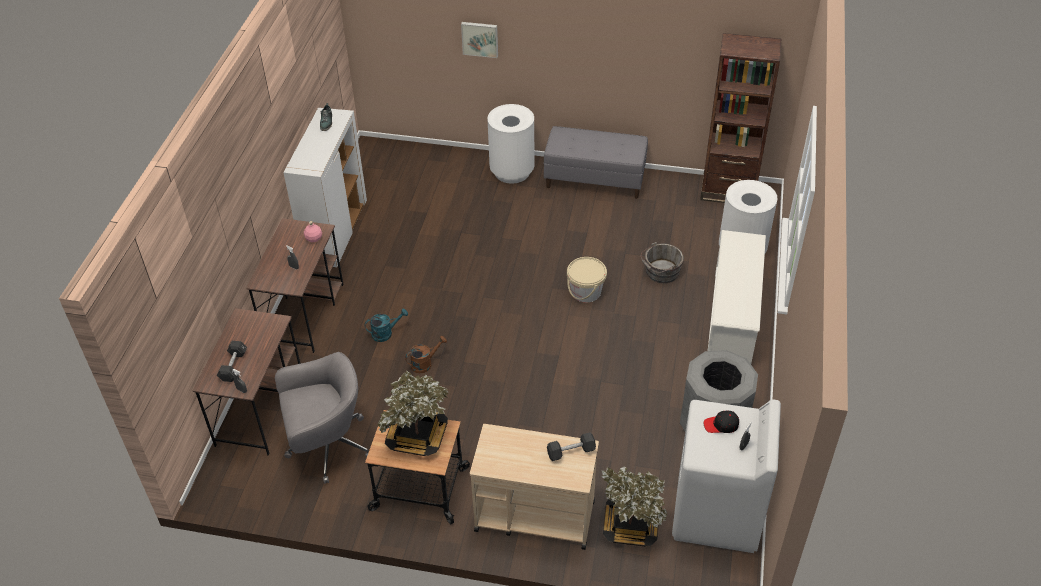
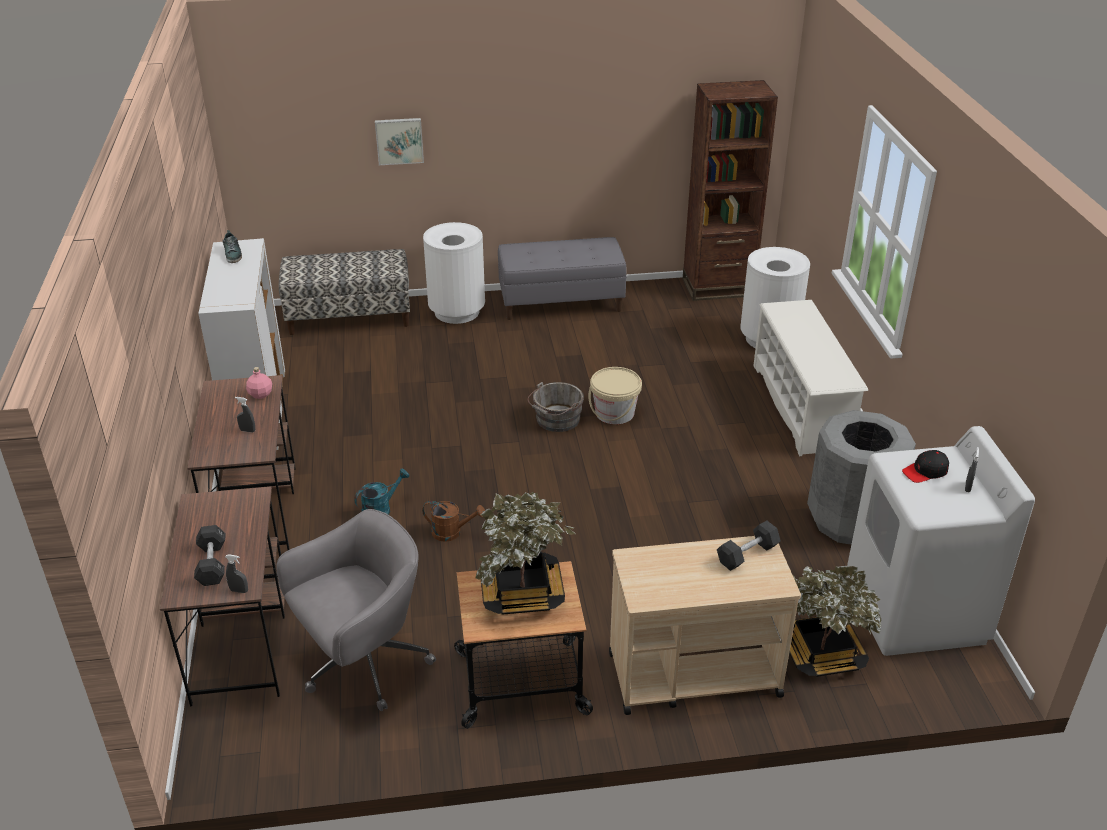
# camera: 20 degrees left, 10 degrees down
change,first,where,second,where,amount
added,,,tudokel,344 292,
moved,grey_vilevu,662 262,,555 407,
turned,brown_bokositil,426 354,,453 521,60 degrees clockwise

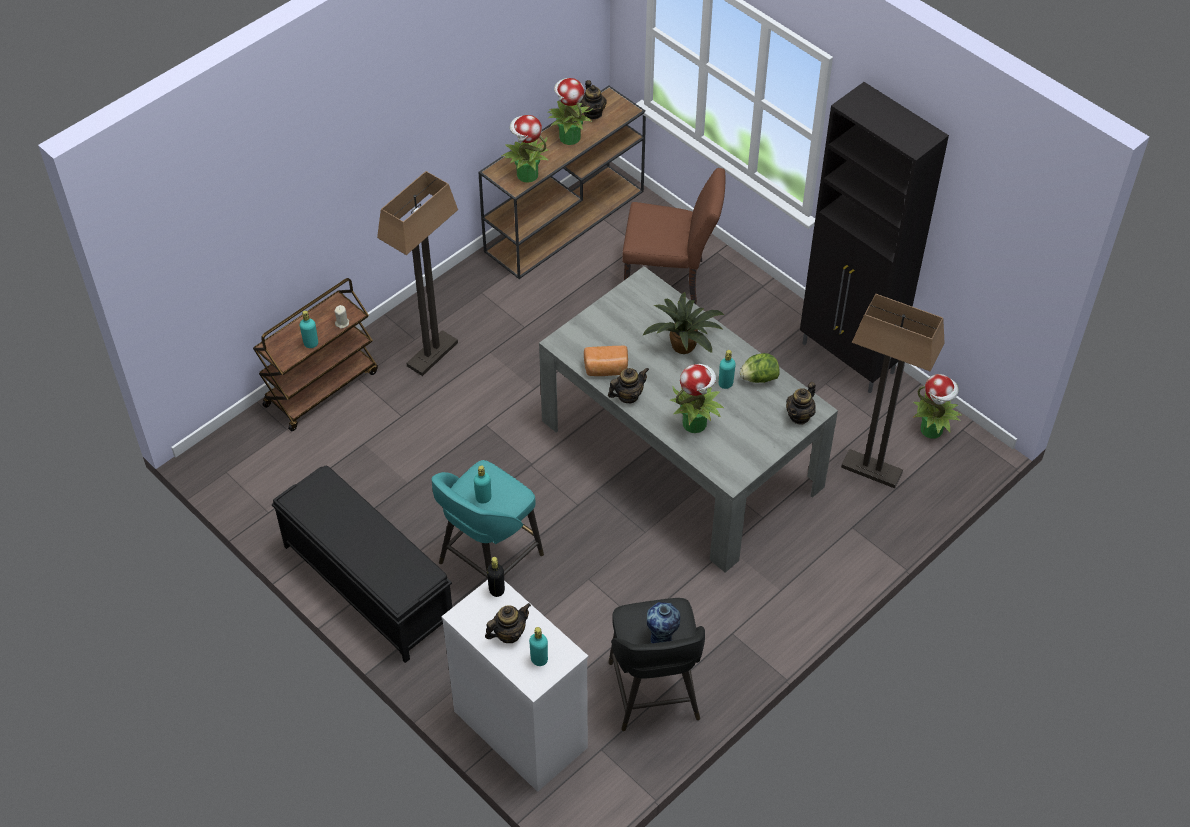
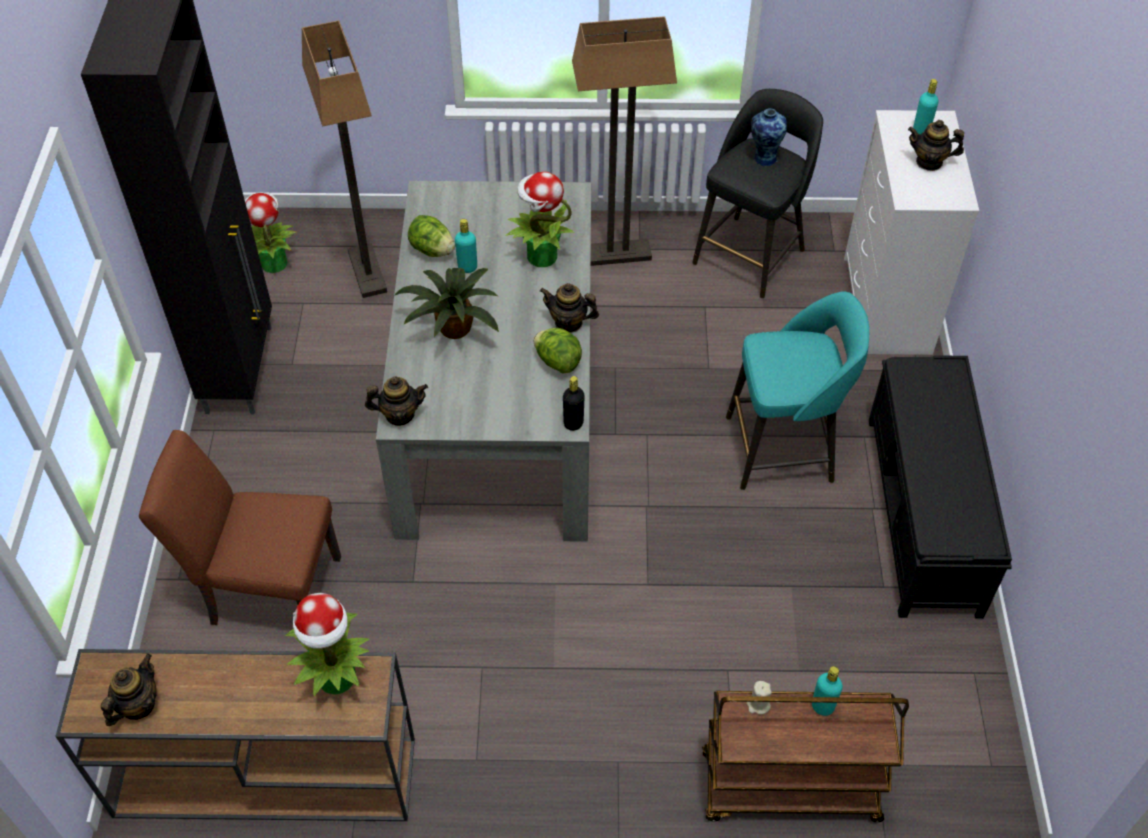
# camera: 135 degrees left, 0 degrees up
change,first,where,second,where,amount
removed,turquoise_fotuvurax,482 485,,,
removed,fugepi,570 111,,,
moved,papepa,417 273,,624 141,
moved,black_fotuvurax,496 577,,574 403,
moved,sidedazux,801 403,,396 401,
replaced,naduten,606 360,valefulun,557 350,
turned,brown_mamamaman,673 236,,240 527,45 degrees counterclockwise

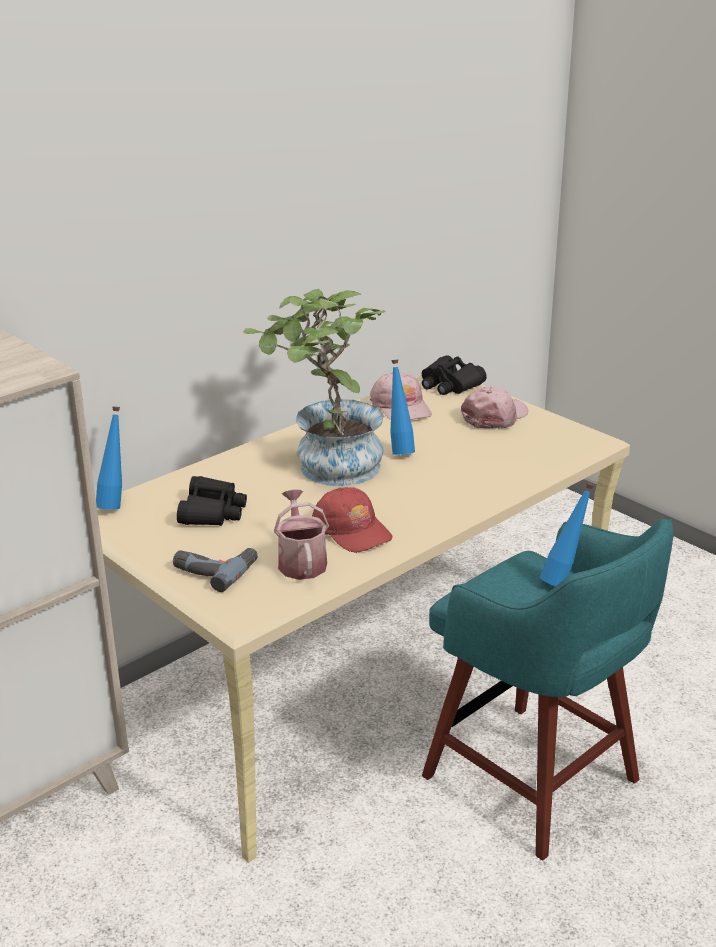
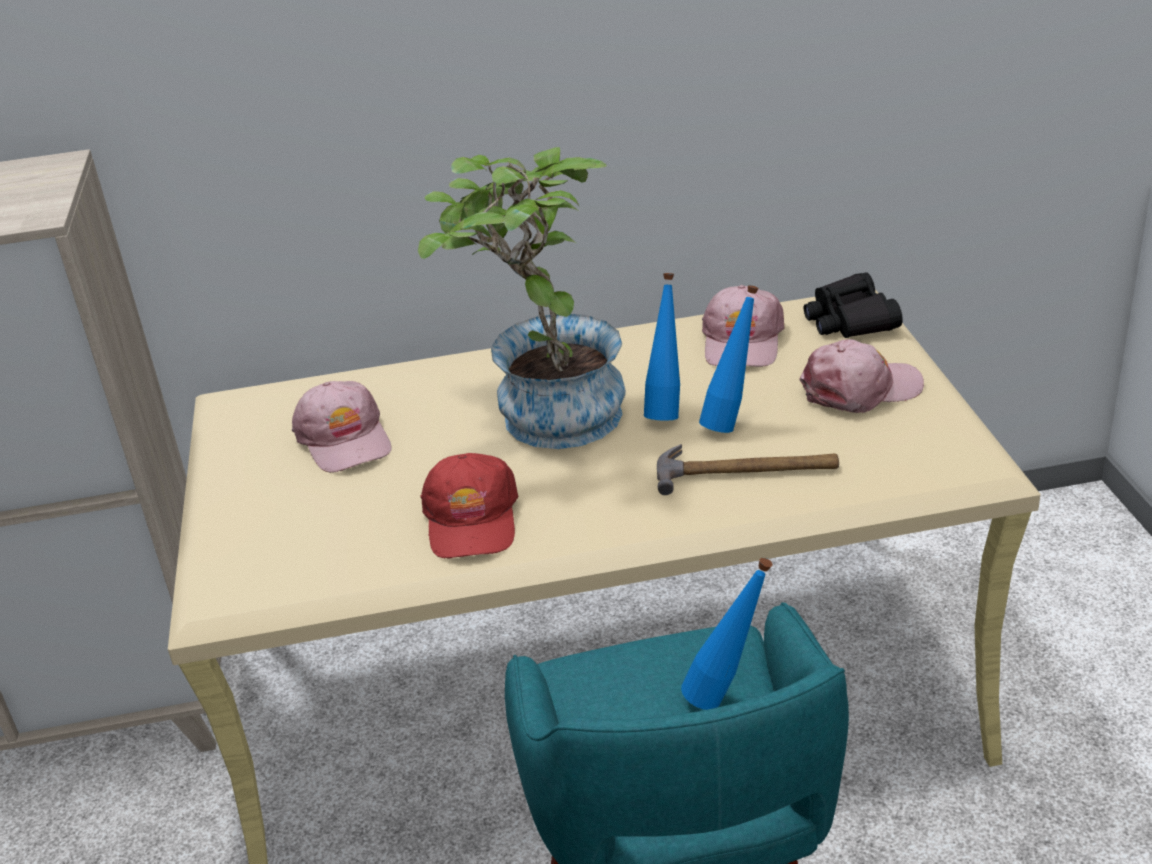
# camera: 35 degrees right, 5 degrees up
change,first,where,second,where,amount
removed,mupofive,215 570,,,
removed,bokositil,301 534,,,
added,,,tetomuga,748 469,
moved,blue_fotuvurax,109 458,,729 359,
replaced,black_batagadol,212 501,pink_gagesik,341 427,

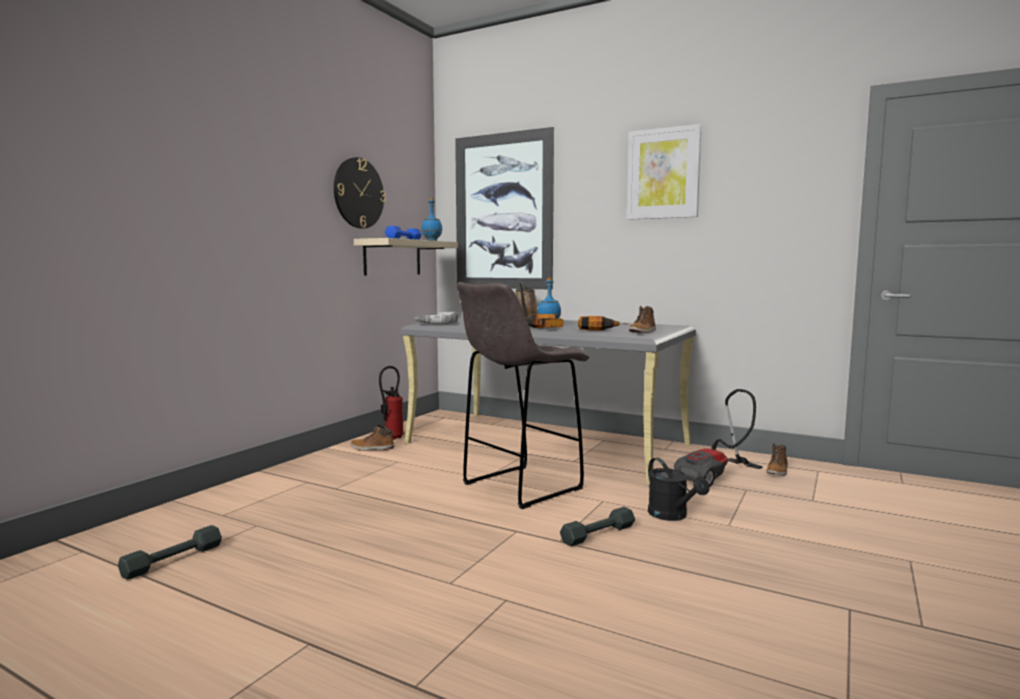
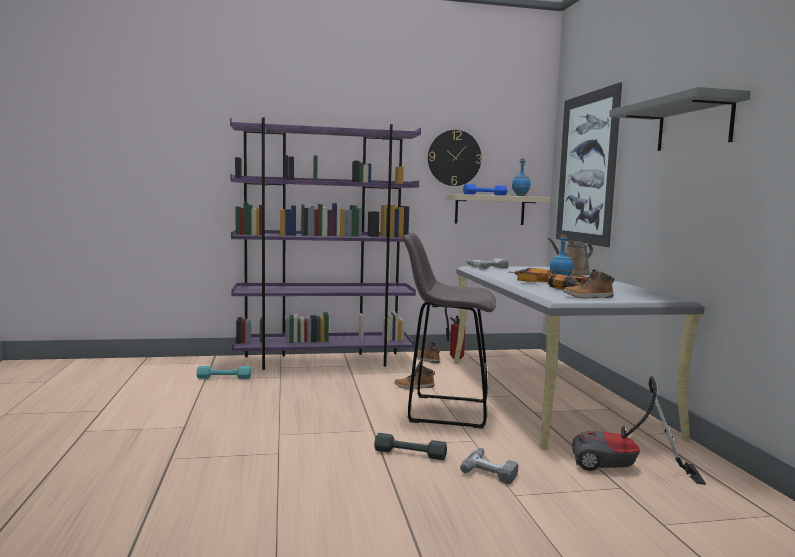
# camera: 50 degrees right, 0 degrees up
change,first,where,second,where,amount
added,,,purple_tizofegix,325 243,
moved,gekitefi,777 459,,414 377,
replaced,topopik,664 172,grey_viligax,680 119,
replaced,black_bokositil,679 489,mupofive,489 466,
recoloured,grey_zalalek,170 552,turquoise_zalalek,224 372,

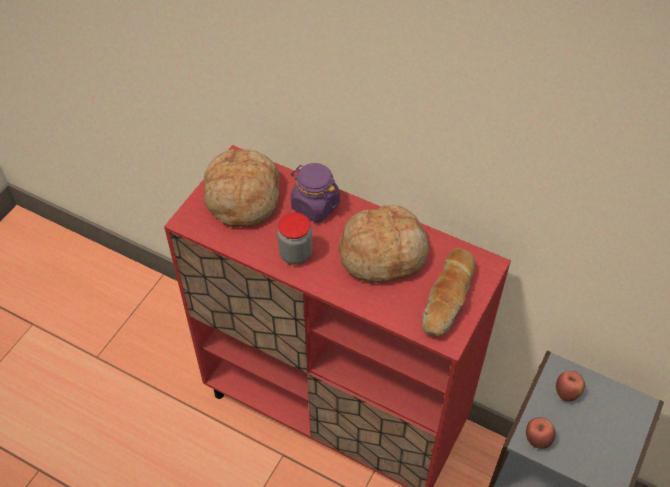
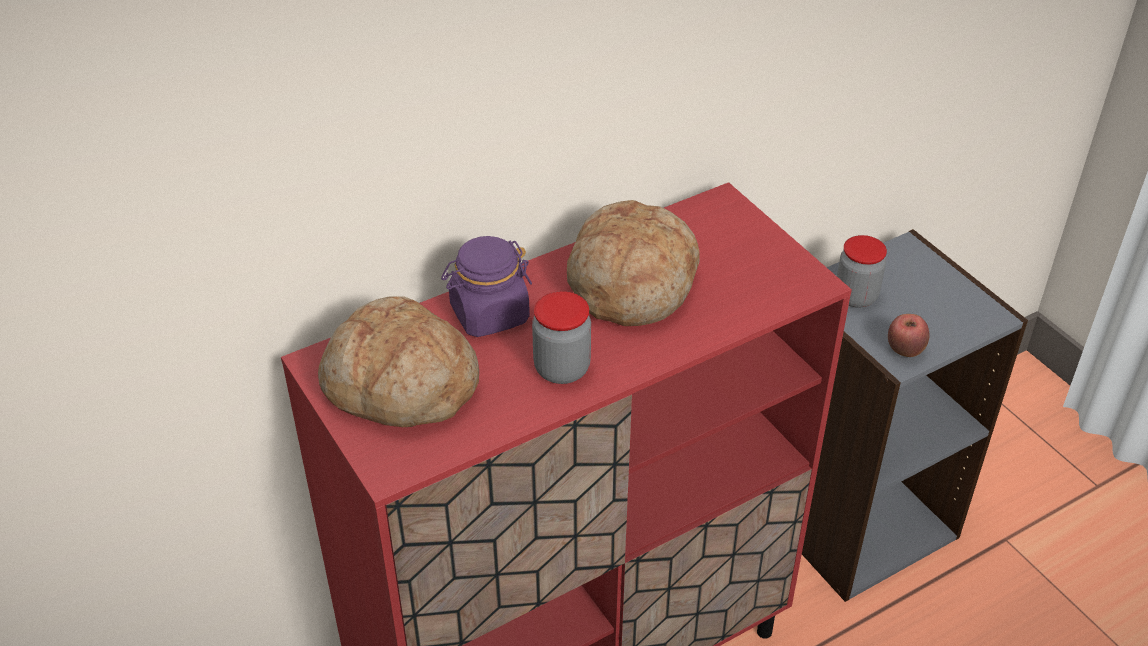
# camera: 60 degrees left, 10 degrees down
change,first,where,second,where,amount
removed,naduten,448 292,,,
replaced,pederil,570 386,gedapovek,862 271,

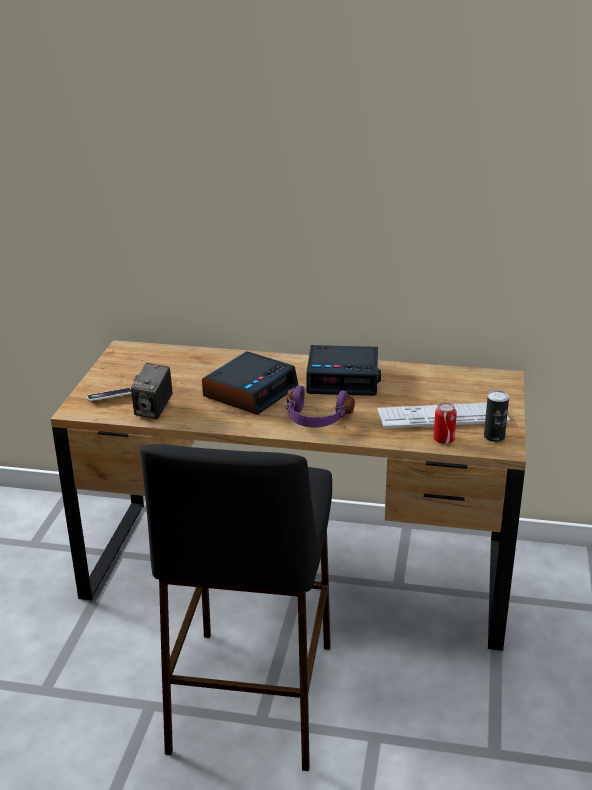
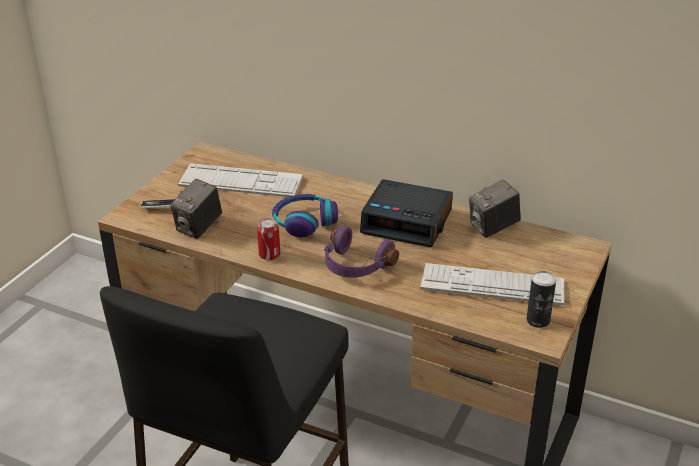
# camera: 15 degrees right, 5 degrees up
change,first,where,second,where,amount
added,,,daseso,240 180,
added,,,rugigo,495 209,
moved,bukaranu,445 423,,268 239,
replaced,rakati,250 383,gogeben,305 215,

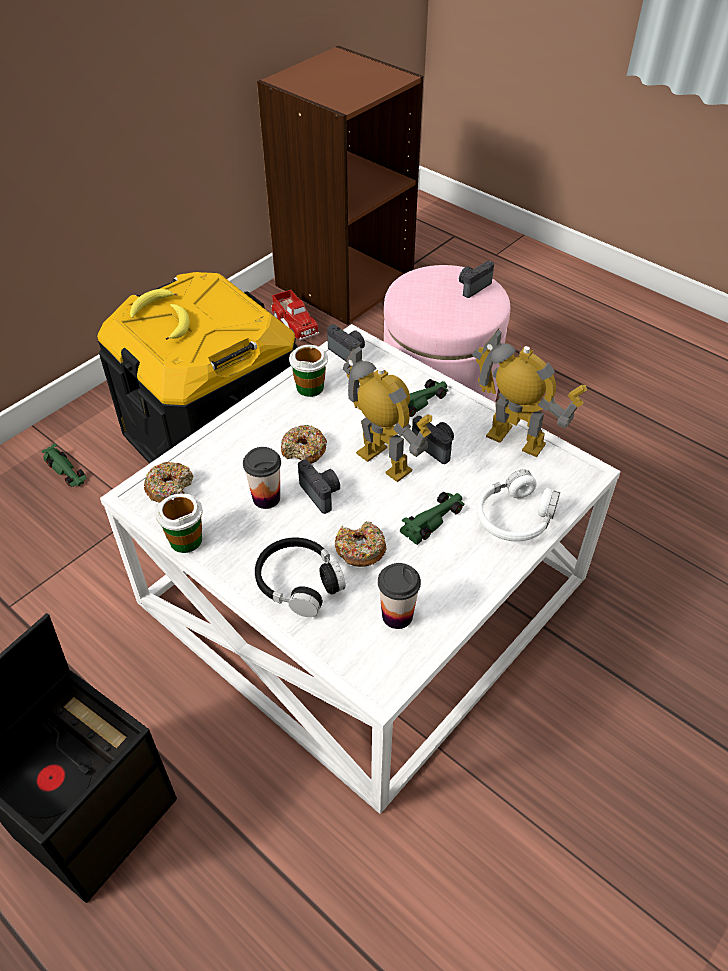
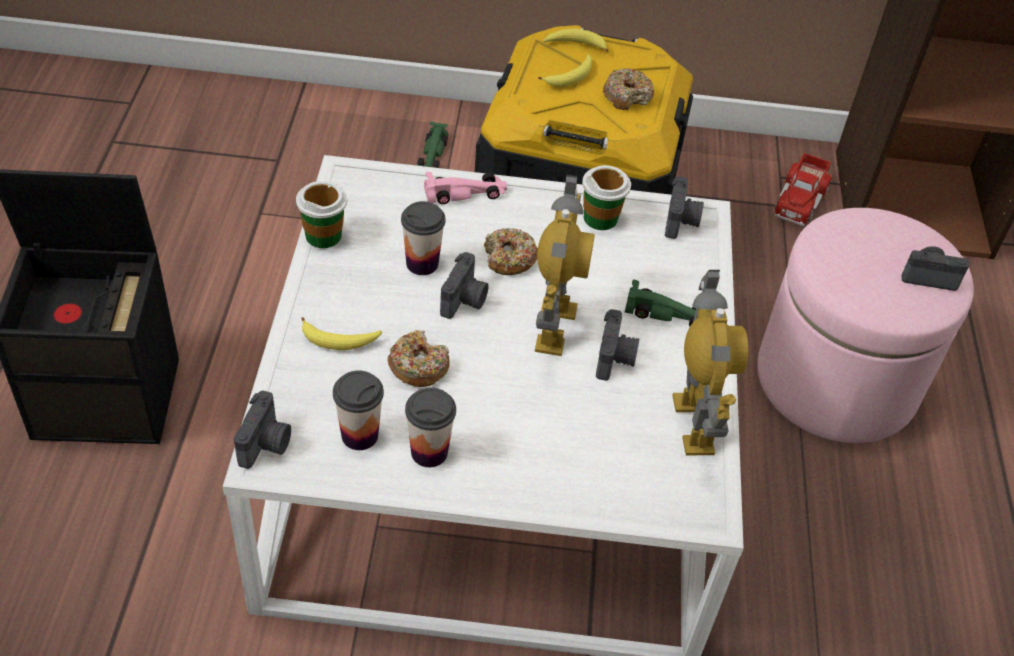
# camera: 50 degrees right, 0 degrees up
change,first,where,second,where,amount
removed,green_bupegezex,432 518,,,
removed,white_gogeben,518 505,,,
added,,,rugigo,262 430,
added,,,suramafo,430 427,
added,,,pink_bupegezex,465 188,
moved,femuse,169 482,,628 89,
replaced,black_gogeben,300 577,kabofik,341 333,

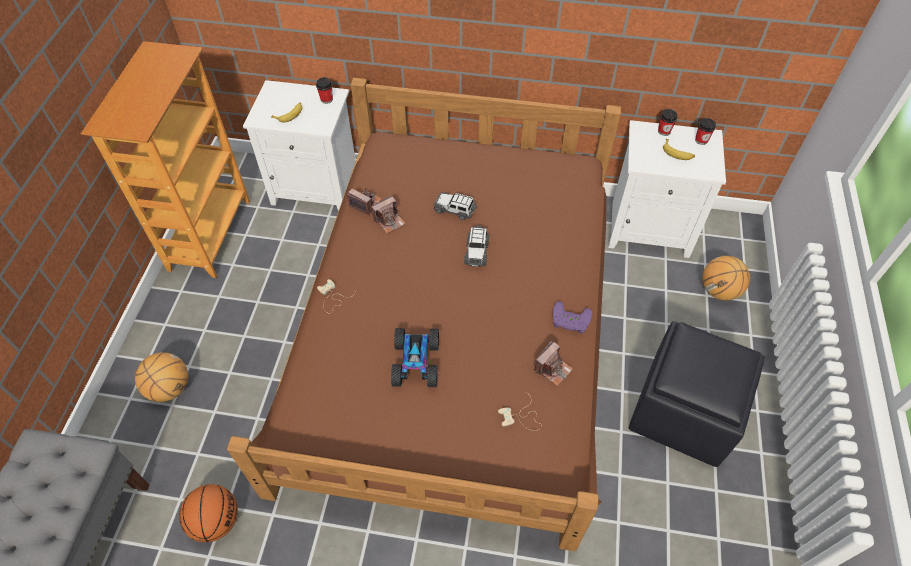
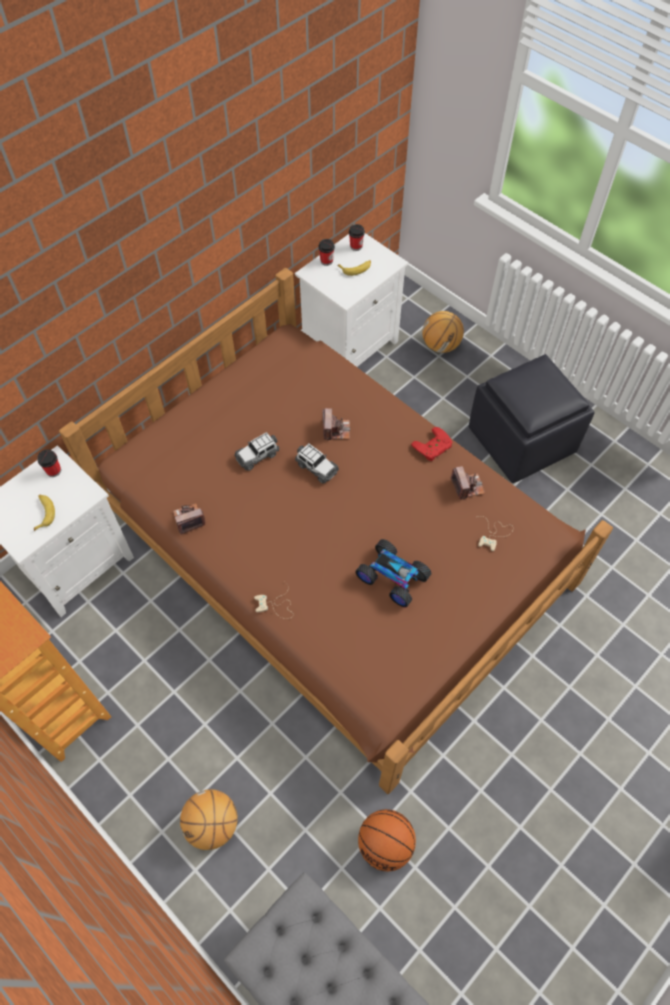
# camera: 55 degrees left, 5 degrees up
change,first,where,second,where,amount
moved,rugigo,388 214,,336 424,
recoloured,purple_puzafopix,572 318,red_puzafopix,432 444,

